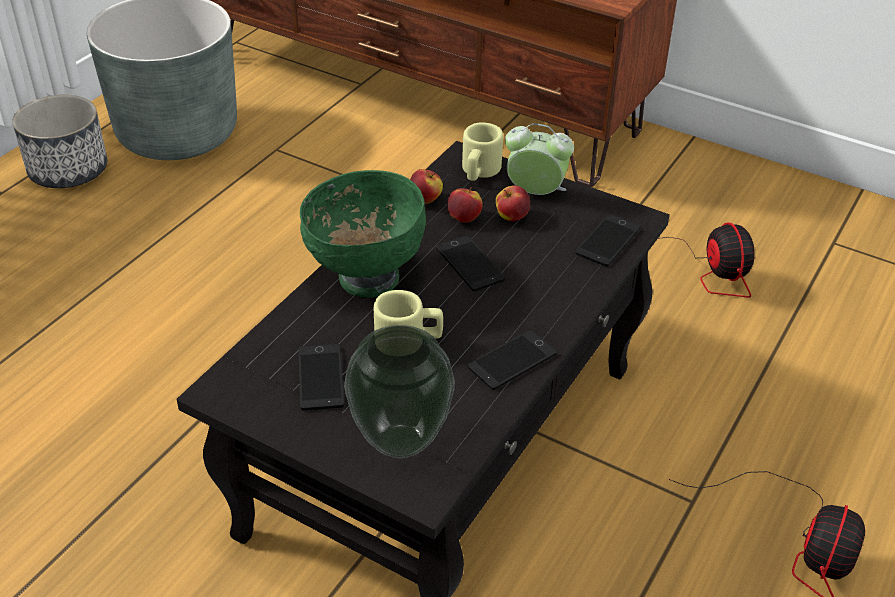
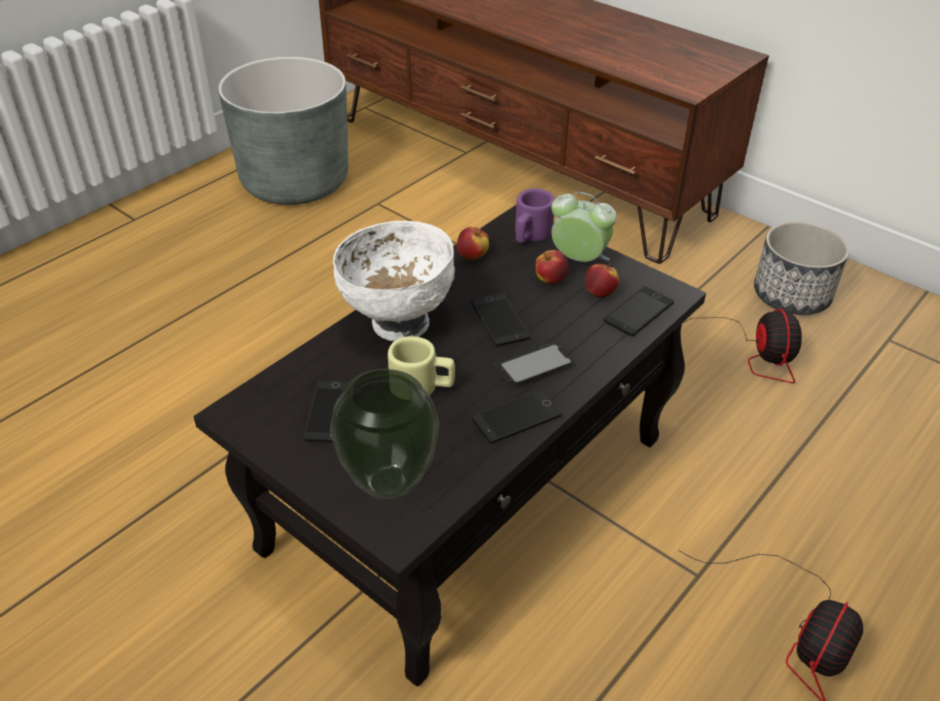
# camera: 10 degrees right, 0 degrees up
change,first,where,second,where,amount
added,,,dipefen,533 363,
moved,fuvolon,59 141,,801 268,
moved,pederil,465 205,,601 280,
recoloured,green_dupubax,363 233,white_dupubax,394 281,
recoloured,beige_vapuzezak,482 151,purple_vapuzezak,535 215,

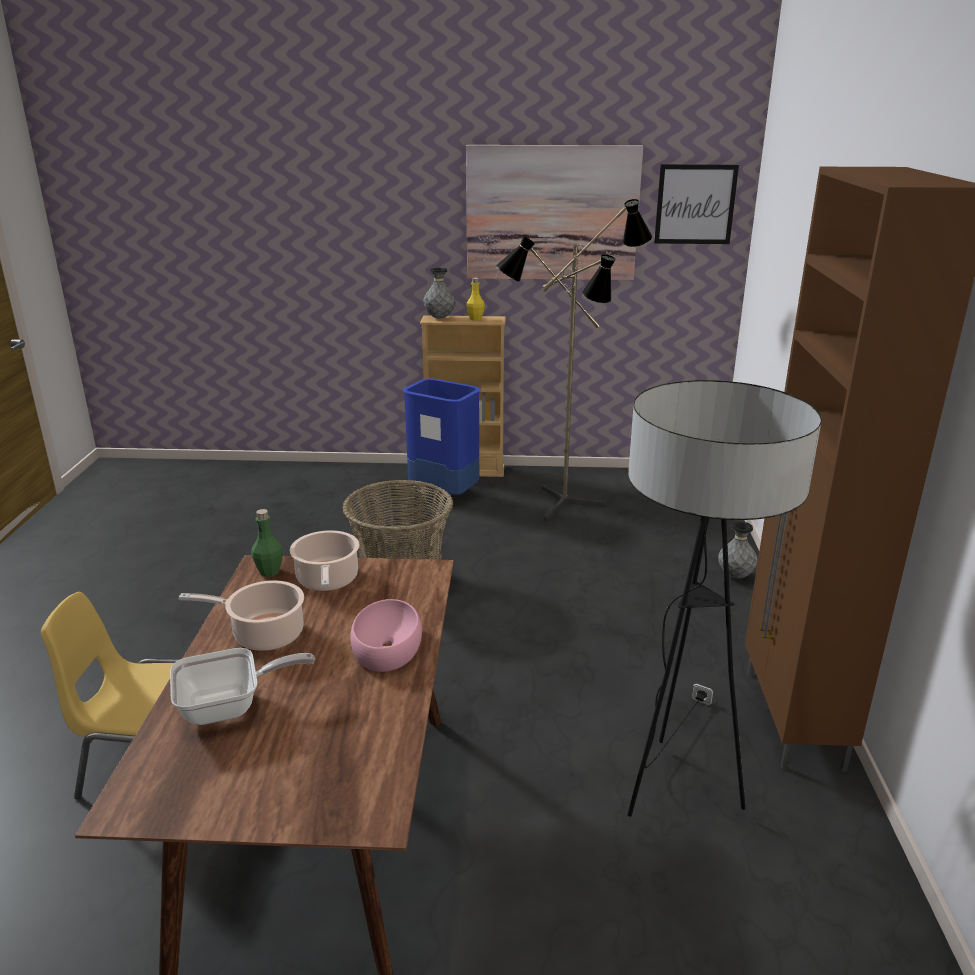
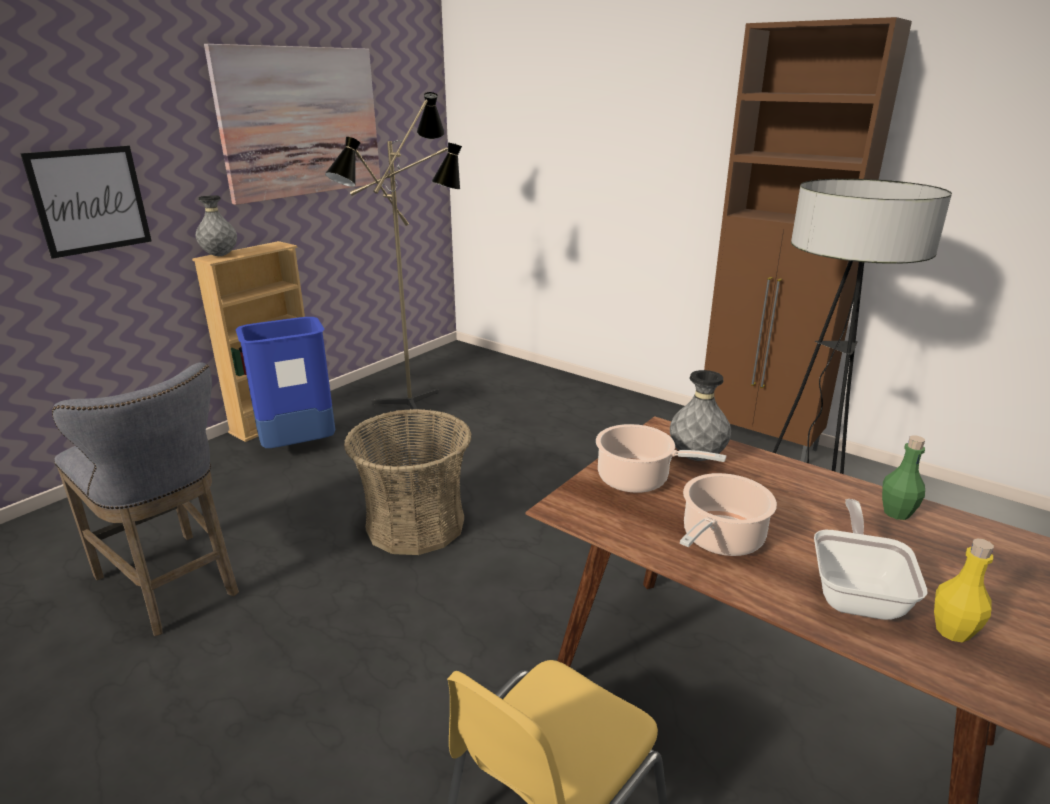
# camera: 55 degrees left, 0 degrees up
change,first,where,second,where,amount
removed,pink_dupubax,386 635,,,
added,,,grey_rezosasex,145 499,
moved,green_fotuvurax,267 543,,903 477,
moved,yellow_fotuvurax,475 299,,964 590,
moved,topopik,696 204,,85 202,
moved,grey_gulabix,738 549,,700 415,

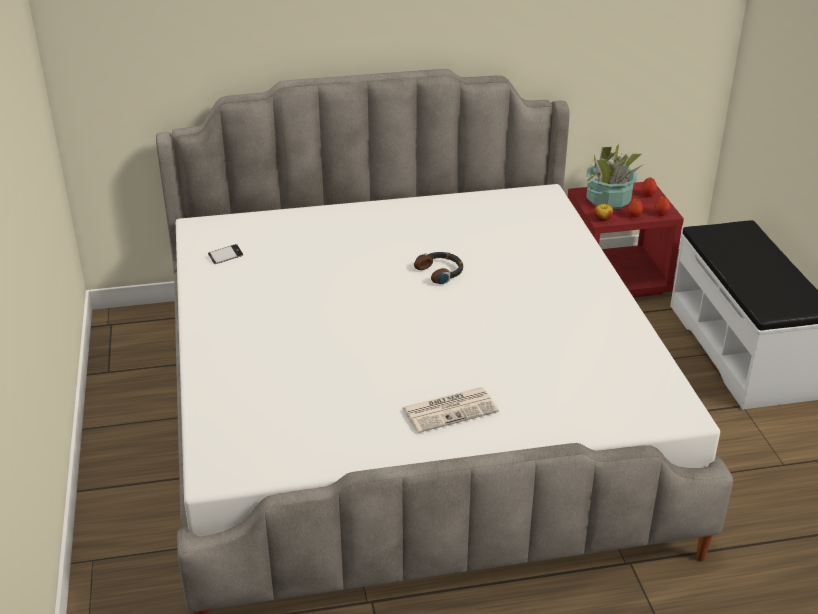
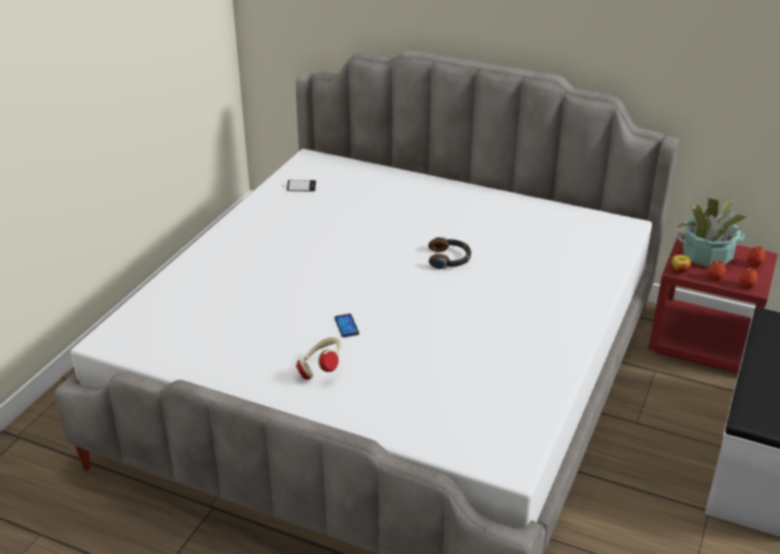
# camera: 35 degrees right, 0 degrees up
change,first,where,second,where,amount
added,,,dipefen,346 325,
replaced,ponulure,450 410,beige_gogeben,319 358,

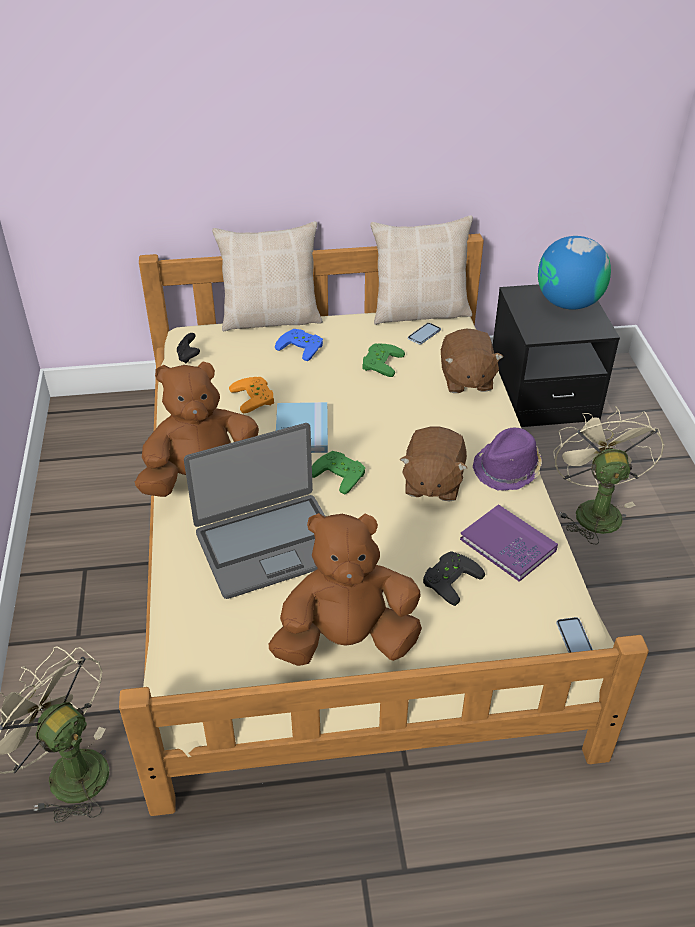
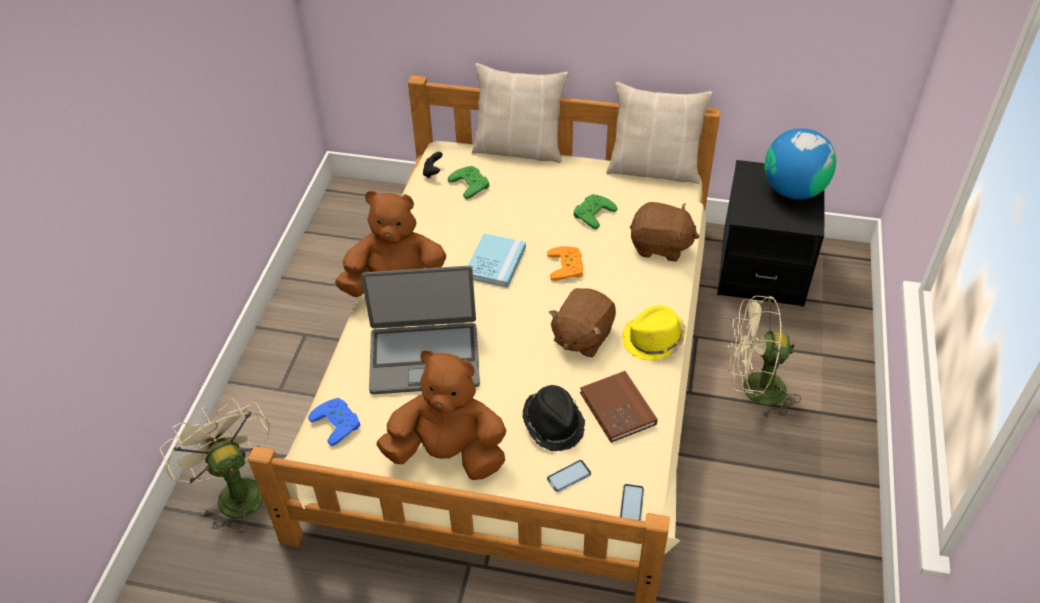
# camera: 20 degrees right, 5 degrees up
change,first,where,second,where,amount
moved,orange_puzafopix,251 395,,565 263,
moved,blue_puzafopix,299 345,,334 422,
moved,green_puzafopix,338 473,,468 182,
moved,dipefen,424 334,,569 476,
replaced,black_puzafopix,454 578,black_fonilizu,554 418,
recoloured,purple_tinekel,509 543,brown_tinekel,619 407,
recoloured,purple_fonilizu,507 459,yellow_fonilizu,654 333,
turned,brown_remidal,472 360,,665 232,90 degrees counterclockwise
turned,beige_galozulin,608 475,,764 357,105 degrees counterclockwise

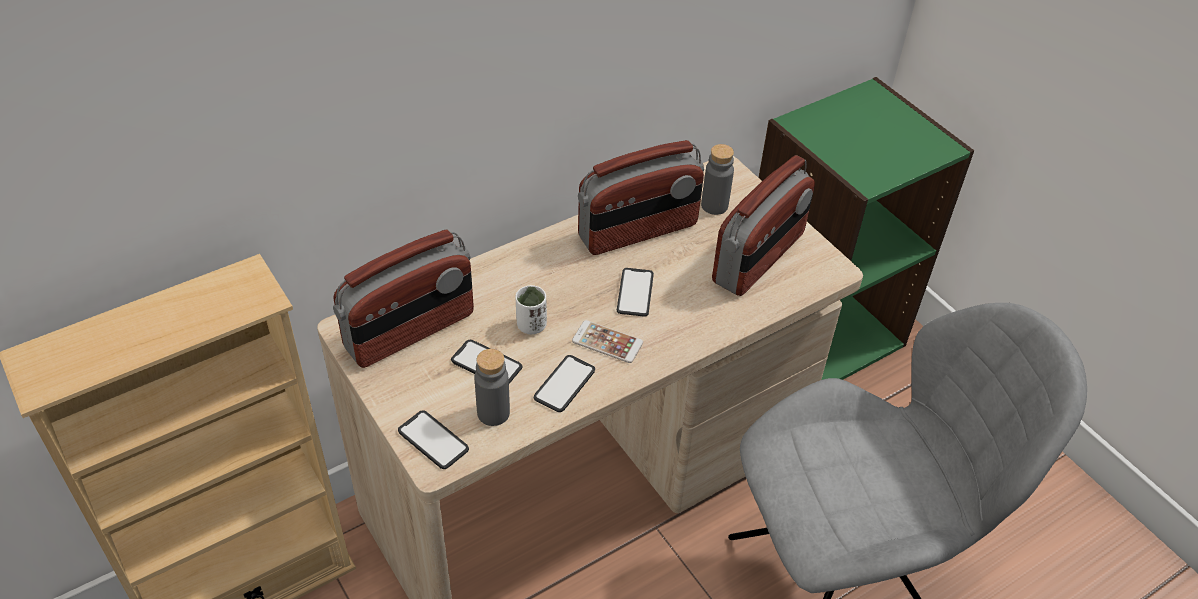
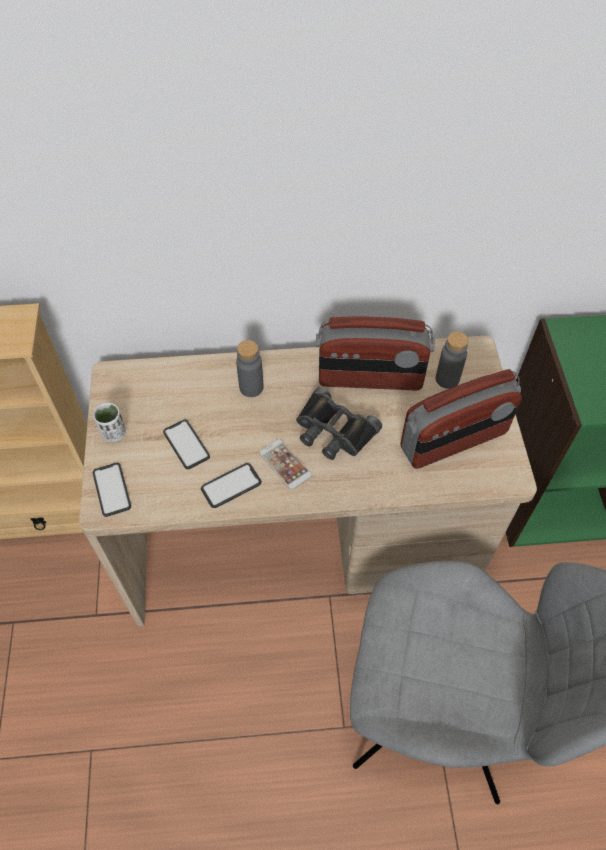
# camera: 30 degrees right, 10 degrees up
change,first,where,second,where,amount
removed,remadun,403 299,,,
moved,grey_fotuvurax,492 387,,249 368,
moved,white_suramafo,531 309,,109 422,
replaced,dipefen,635 292,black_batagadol,339 423,

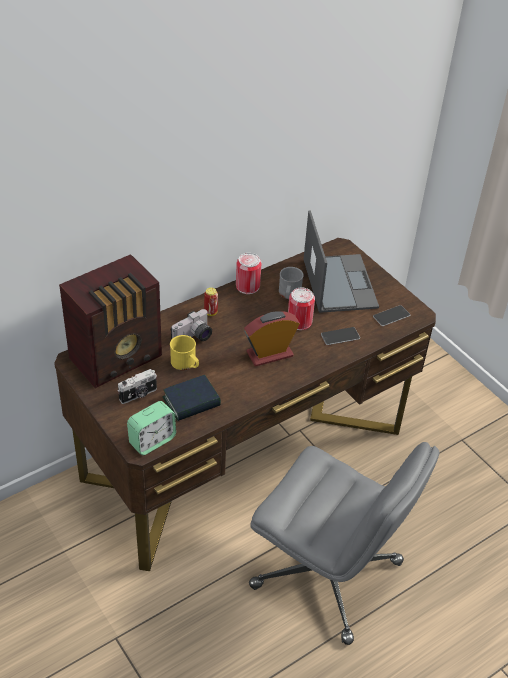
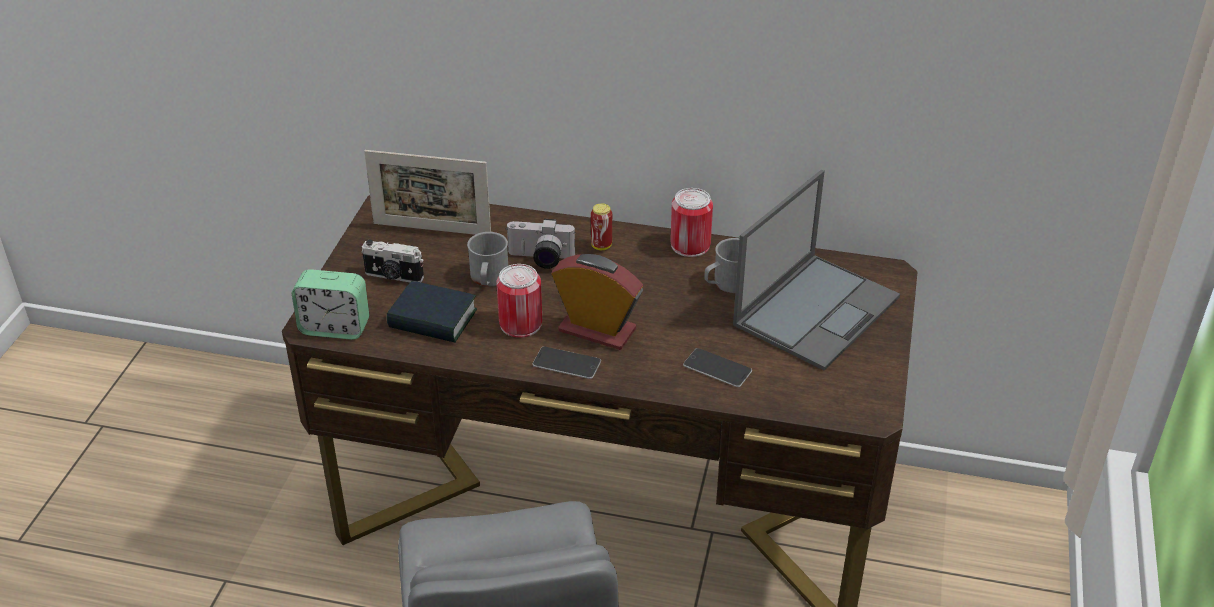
# camera: 50 degrees right, 5 degrees down
change,first,where,second,where,amount
moved,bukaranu,301 309,,519 301,
moved,dipefen,391 315,,566 362,
replaced,remadun,110 321,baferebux,427 192,
recoloured,yellow_vapuzezak,184 353,grey_vapuzezak,487 259,

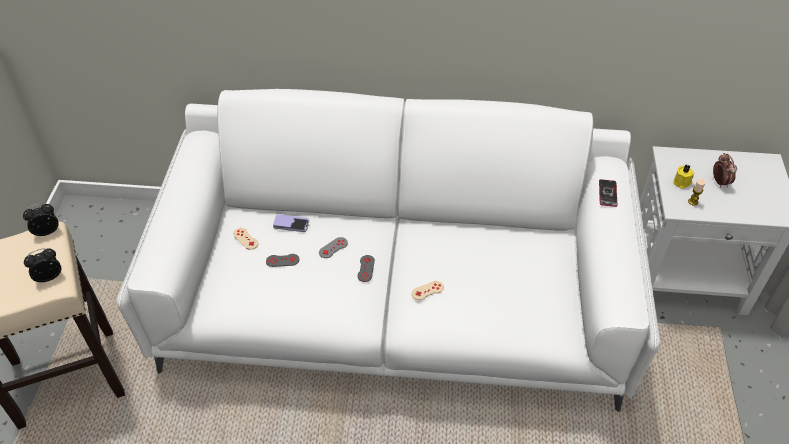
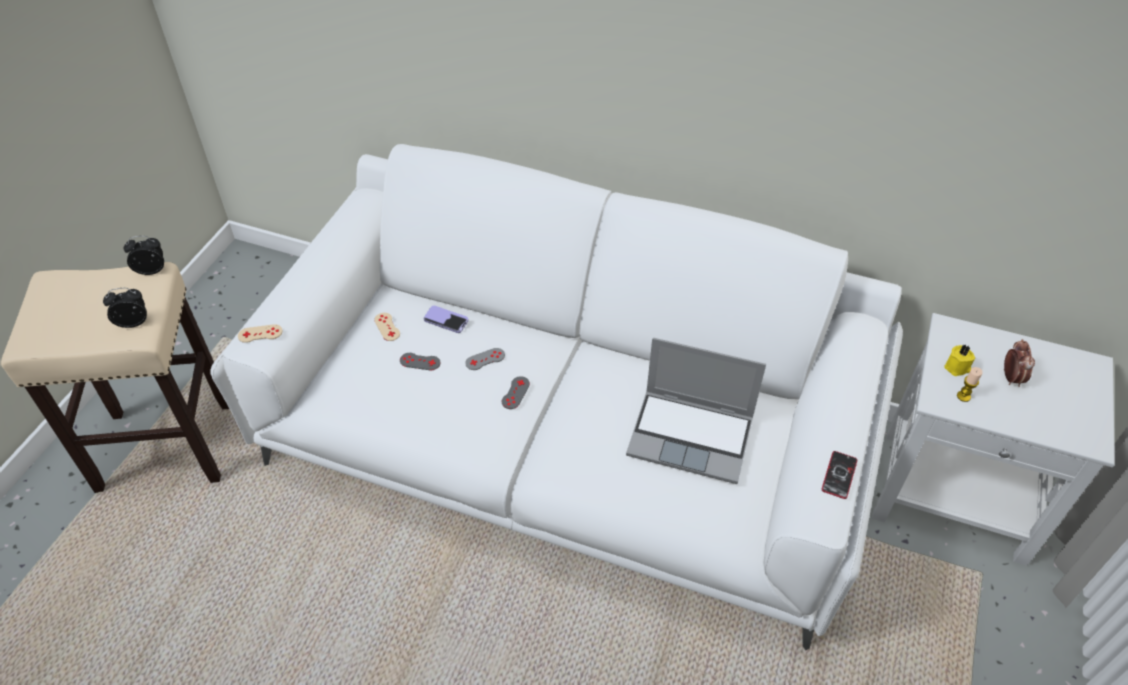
# camera: 15 degrees right, 0 degrees up
change,first,where,second,where,amount
added,,,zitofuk,696 411,
moved,beige_puzafopix,428 290,,260 333,
moved,dipefen,608 193,,839 475,

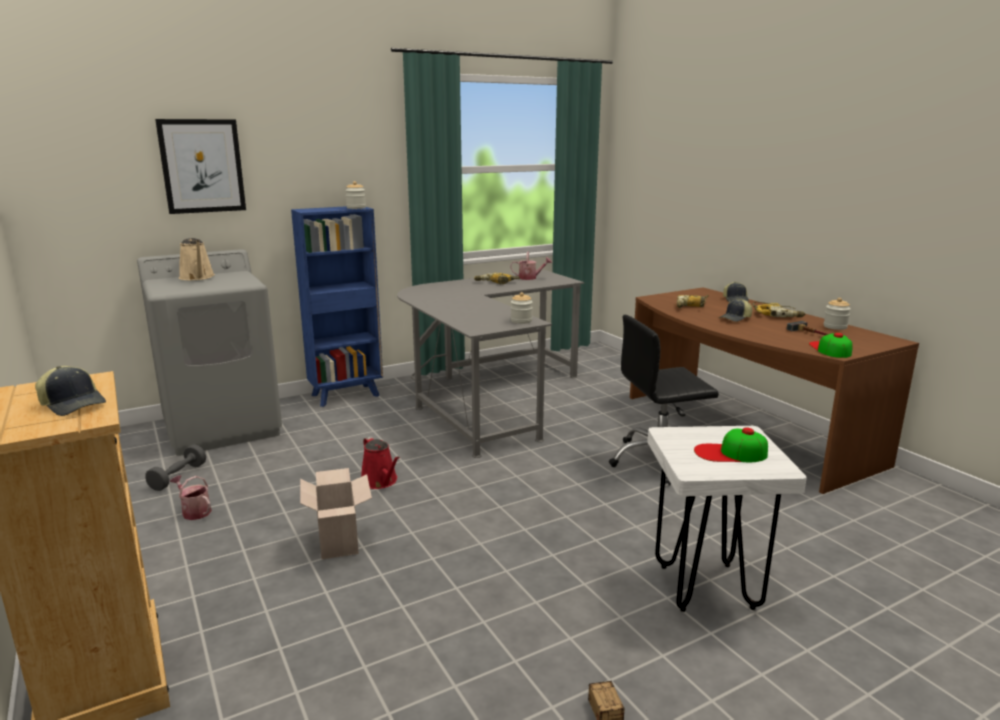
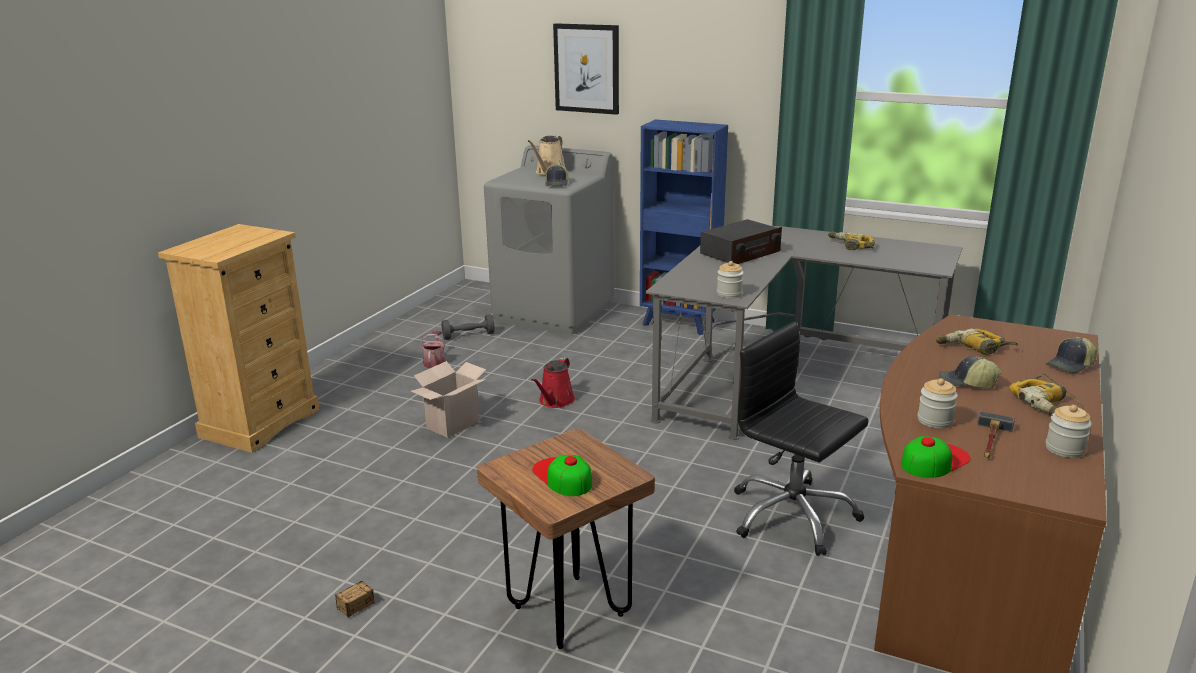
# camera: 55 degrees right, 5 degrees up
change,first,where,second,where,amount
removed,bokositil,531 266,,,
added,,,remadun,741 241,
moved,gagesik,70 391,,557 175,
moved,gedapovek,355 195,,938 403,
recoloured,white_rezosasex,727 519,brown_rezosasex,566 538,

